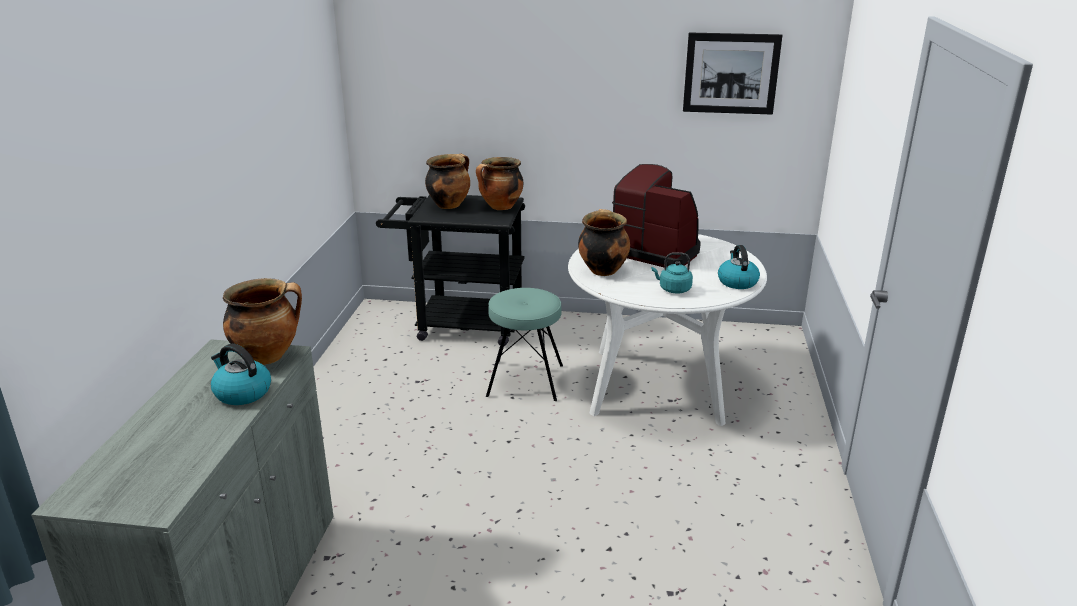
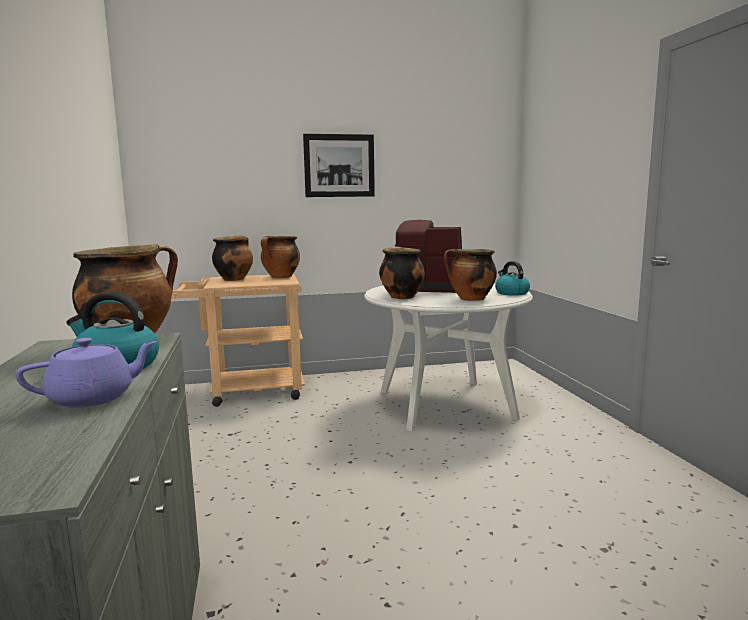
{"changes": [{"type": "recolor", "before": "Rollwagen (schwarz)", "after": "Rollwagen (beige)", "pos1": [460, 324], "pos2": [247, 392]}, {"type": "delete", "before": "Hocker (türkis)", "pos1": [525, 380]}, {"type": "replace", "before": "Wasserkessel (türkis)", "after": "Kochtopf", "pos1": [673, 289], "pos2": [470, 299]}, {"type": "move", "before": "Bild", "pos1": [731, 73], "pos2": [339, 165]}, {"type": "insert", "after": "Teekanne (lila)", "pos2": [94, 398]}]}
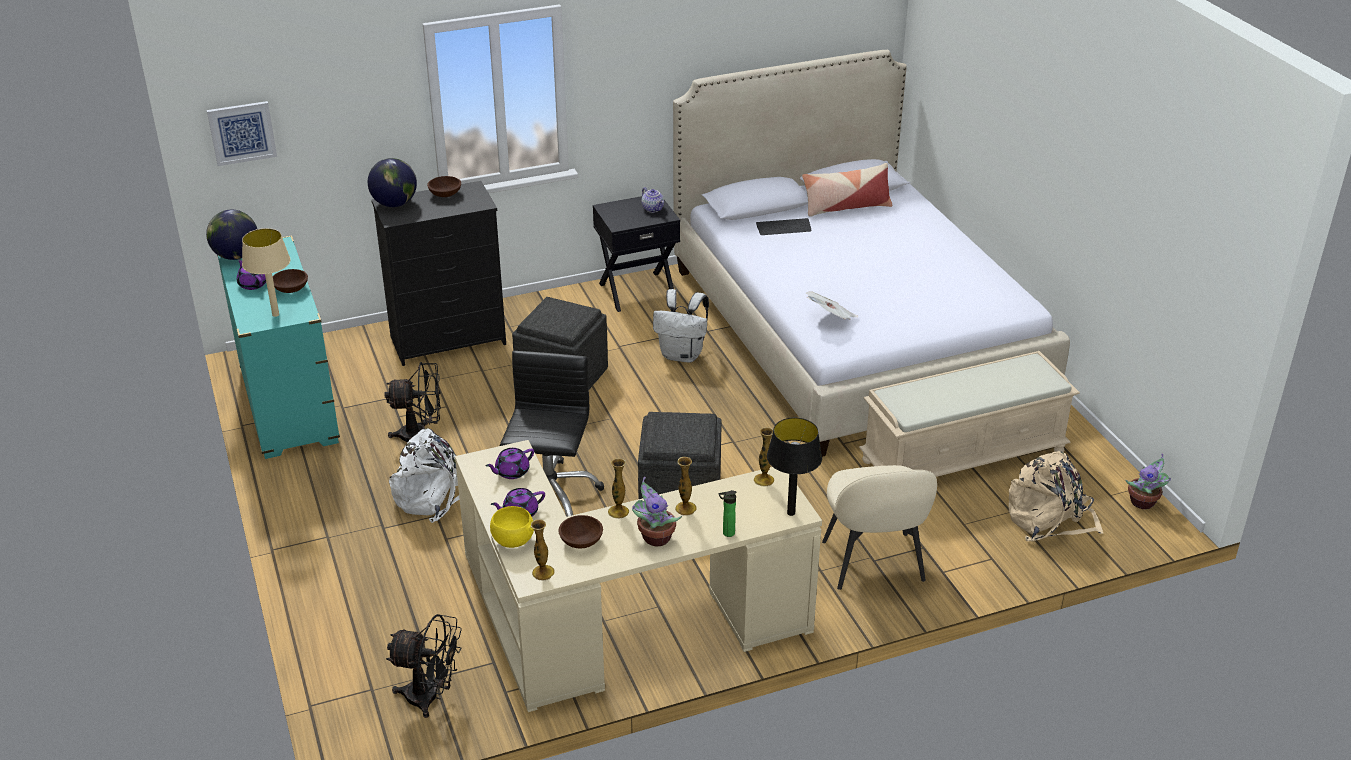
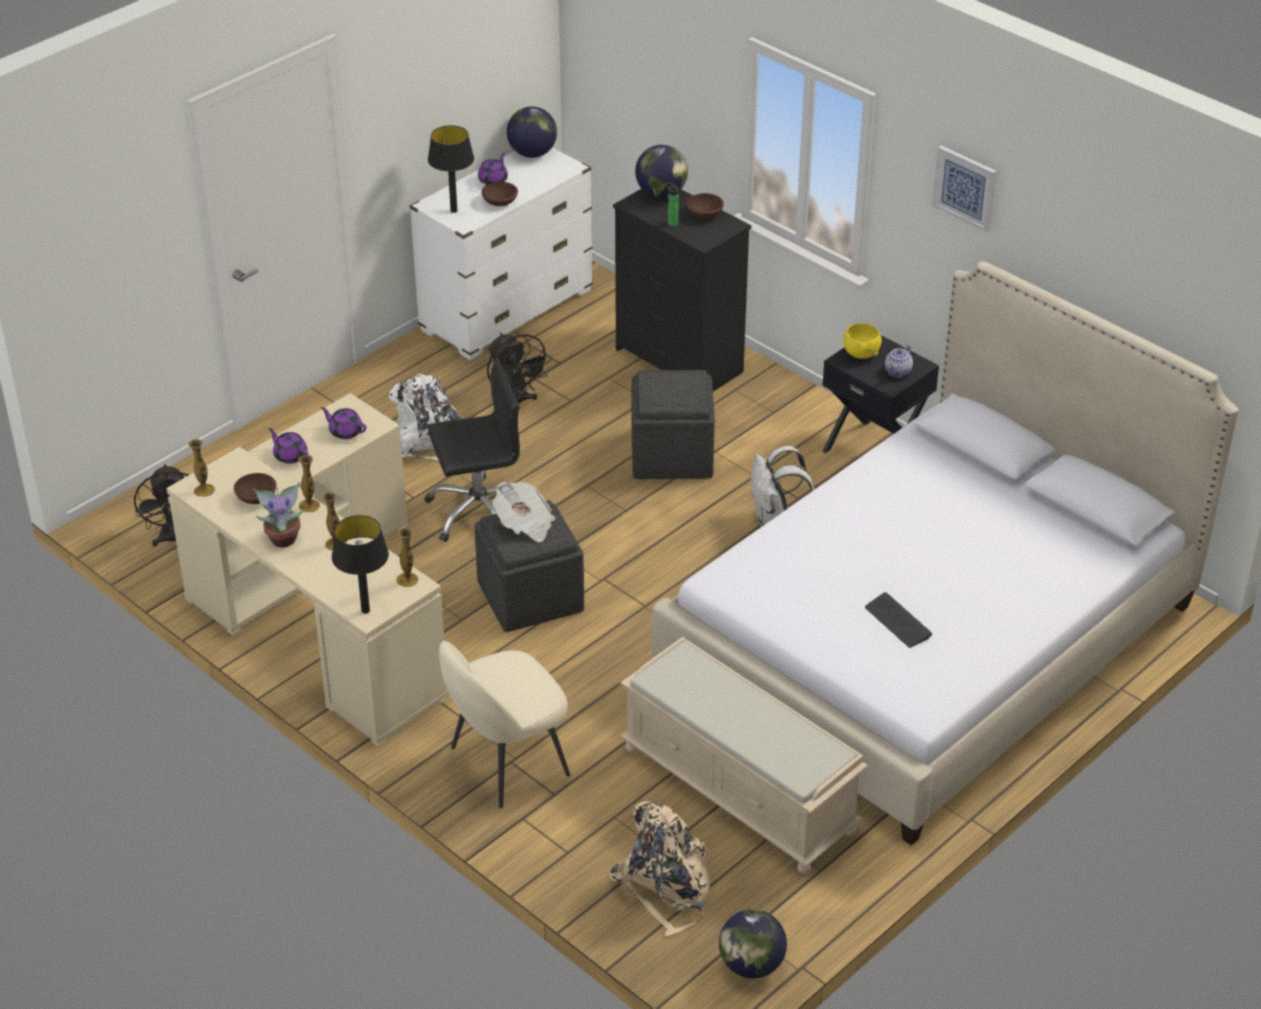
{"changes": [{"type": "move", "before": "Bild", "pos1": [242, 132], "pos2": [965, 187]}, {"type": "recolor", "before": "Kommode (türkis)", "after": "Kommode (weiß)", "pos1": [288, 405], "pos2": [506, 311]}, {"type": "recolor", "before": "Tischlampe (beige)", "after": "Tischlampe (schwarz)", "pos1": [275, 314], "pos2": [453, 210]}, {"type": "move", "before": "Schüssel (gelb)", "pos1": [512, 541], "pos2": [861, 353]}, {"type": "move", "before": "Flasche", "pos1": [726, 533], "pos2": [671, 223]}, {"type": "move", "before": "Tastatur", "pos1": [783, 228], "pos2": [897, 621]}, {"type": "delete", "before": "Kissen", "pos1": [846, 207]}, {"type": "move", "before": "Zeitung", "pos1": [831, 318], "pos2": [524, 524]}, {"type": "replace", "before": "Topfpflanze", "after": "Globus", "pos1": [1143, 503], "pos2": [751, 965]}]}
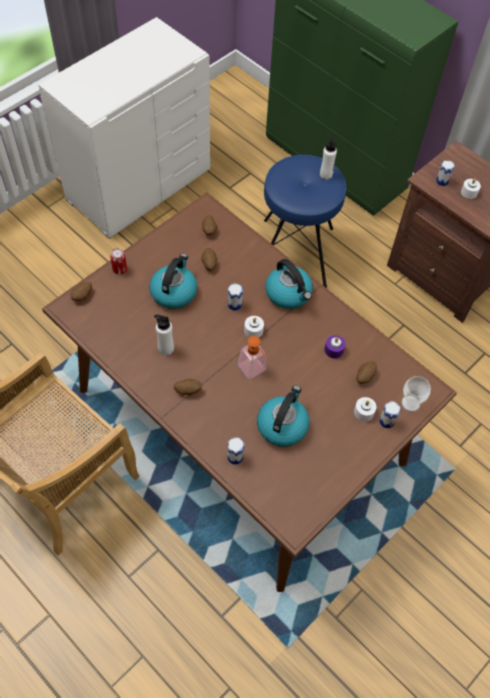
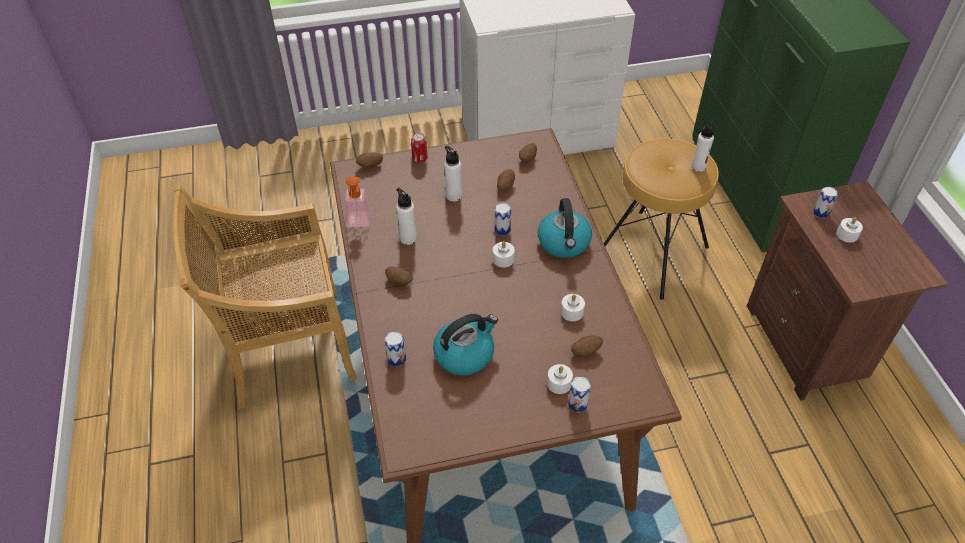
{"changes": [{"type": "replace", "before": "Wasserkessel", "after": "Flasche (weiß)", "pos1": [174, 292], "pos2": [453, 195]}, {"type": "move", "before": "Seifenspender", "pos1": [254, 371], "pos2": [358, 223]}, {"type": "recolor", "before": "Hocker (blau)", "after": "Hocker (braun)", "pos1": [295, 253], "pos2": [651, 253]}, {"type": "recolor", "before": "Kerze (lila)", "after": "Kerze (weiß)", "pos1": [334, 350], "pos2": [572, 312]}, {"type": "delete", "before": "Tasse", "pos1": [410, 403]}]}
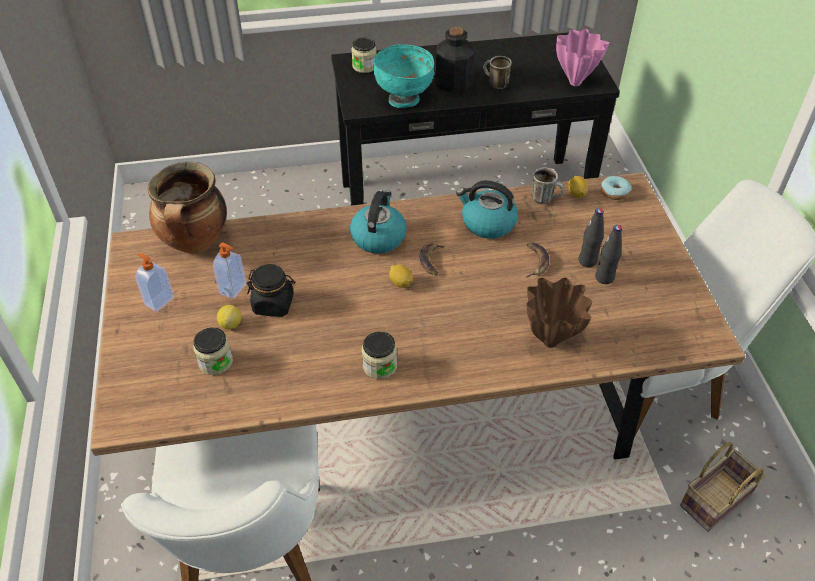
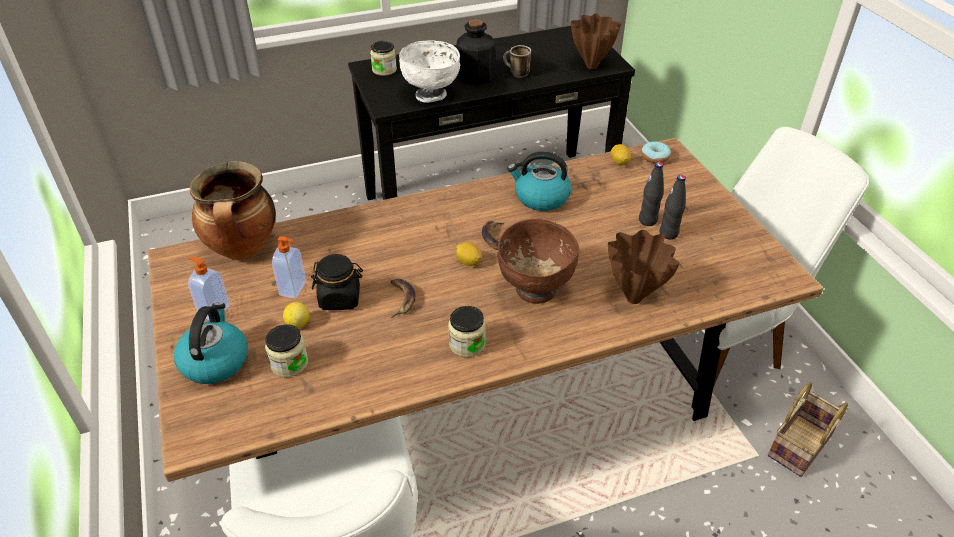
{"changes": [{"type": "move", "before": "Wasserkessel", "pos1": [378, 236], "pos2": [215, 361]}, {"type": "recolor", "before": "Schüssel (türkis)", "after": "Schüssel (weiß)", "pos1": [404, 100], "pos2": [431, 95]}, {"type": "move", "before": "Banane", "pos1": [535, 261], "pos2": [401, 299]}, {"type": "delete", "before": "Henkelbecher", "pos1": [545, 199]}, {"type": "recolor", "before": "Vase (rosa)", "after": "Vase (braun)", "pos1": [575, 82], "pos2": [591, 65]}, {"type": "insert", "after": "Schüssel (braun)", "pos2": [534, 290]}]}
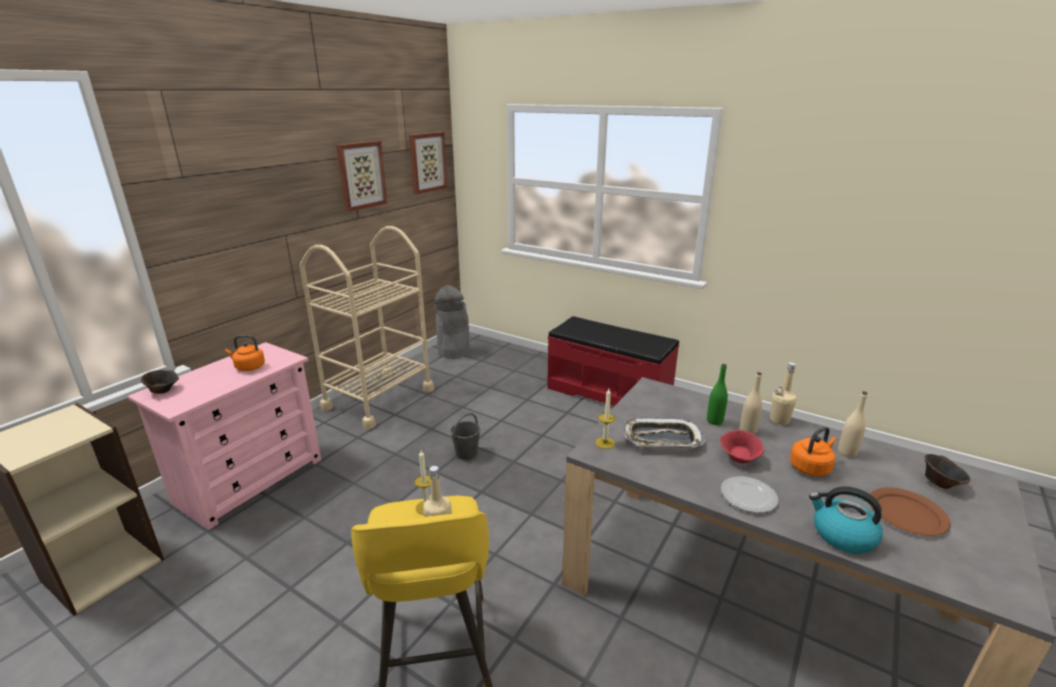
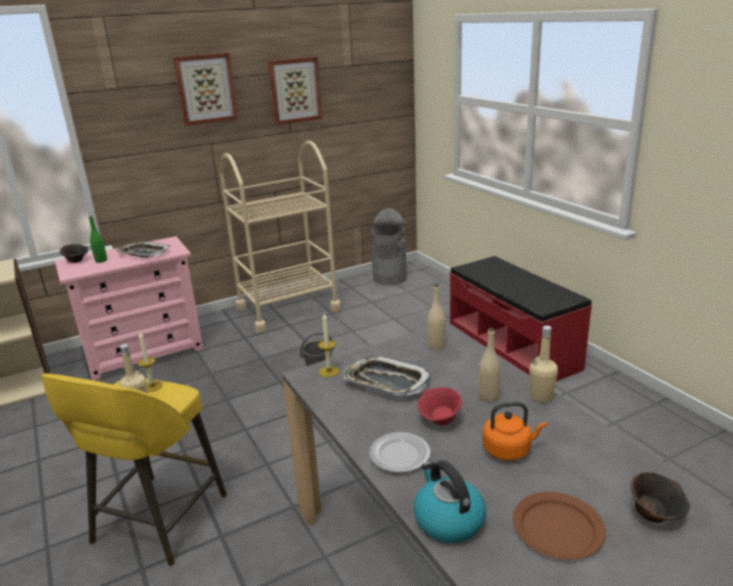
{"changes": [{"type": "replace", "before": "Wasserkessel (orange)", "after": "Tablett", "pos1": [248, 367], "pos2": [143, 253]}, {"type": "move", "before": "Bild", "pos1": [427, 162], "pos2": [205, 89]}, {"type": "move", "before": "Flasche (grün)", "pos1": [714, 421], "pos2": [101, 260]}, {"type": "move", "before": "Flasche (beige)", "pos1": [847, 453], "pos2": [436, 346]}]}
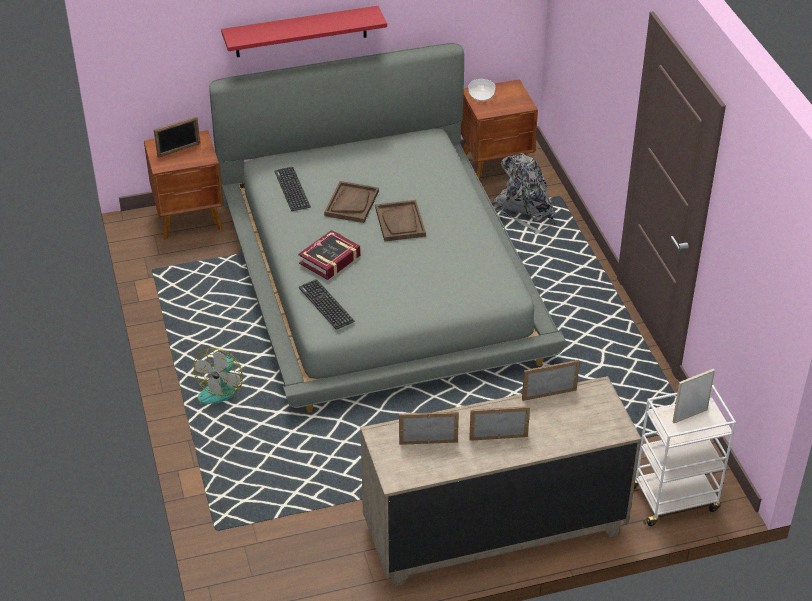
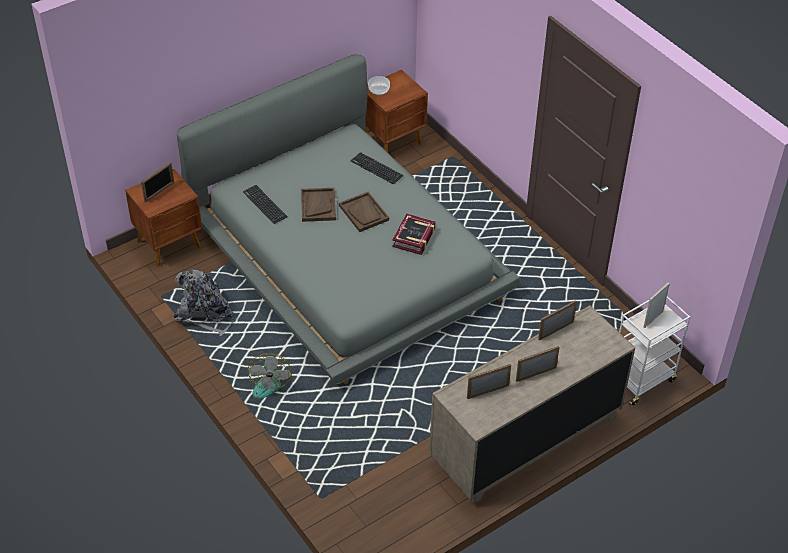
{"changes": [{"type": "delete", "before": "Wandregal (rot)", "pos1": [301, 31]}, {"type": "move", "before": "Buch", "pos1": [330, 260], "pos2": [414, 238]}, {"type": "move", "before": "Tastatur", "pos1": [326, 305], "pos2": [376, 168]}, {"type": "move", "before": "Rucksack (grau)", "pos1": [525, 210], "pos2": [205, 313]}]}
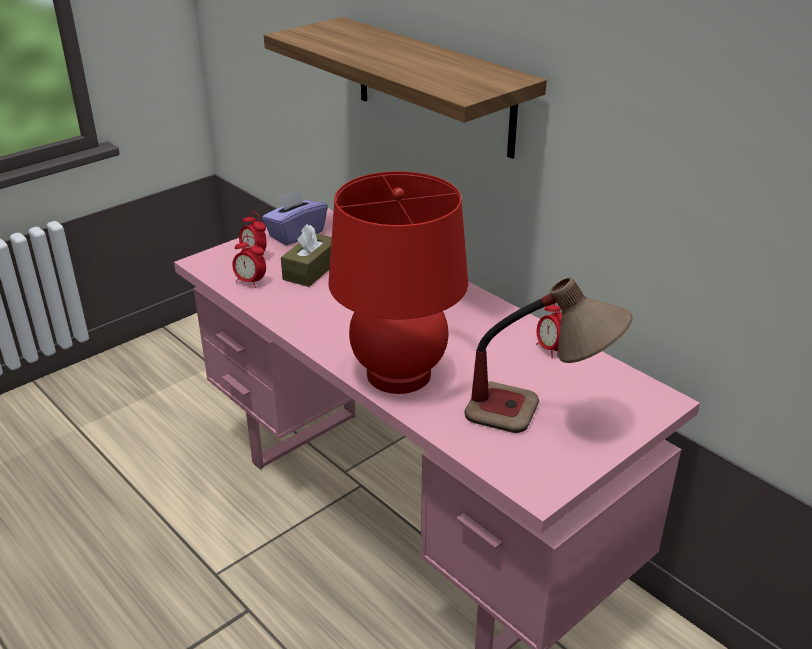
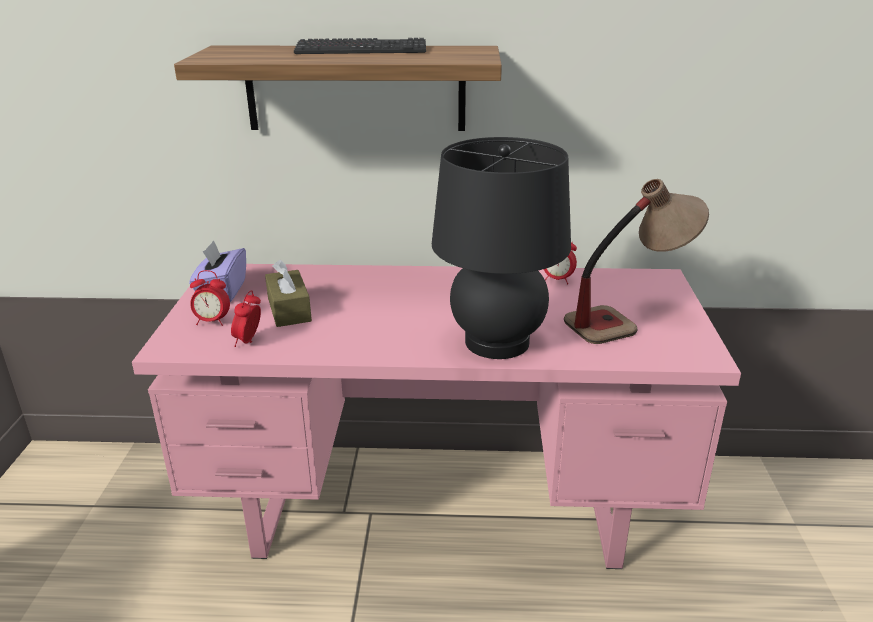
{"changes": [{"type": "rotate", "before": "Wecker", "pos1": [250, 282], "pos2": [249, 341], "turn": 120}, {"type": "recolor", "before": "Tischlampe (rot)", "after": "Tischlampe (schwarz)", "pos1": [398, 374], "pos2": [497, 342]}, {"type": "insert", "after": "Tastatur", "pos2": [361, 50]}]}
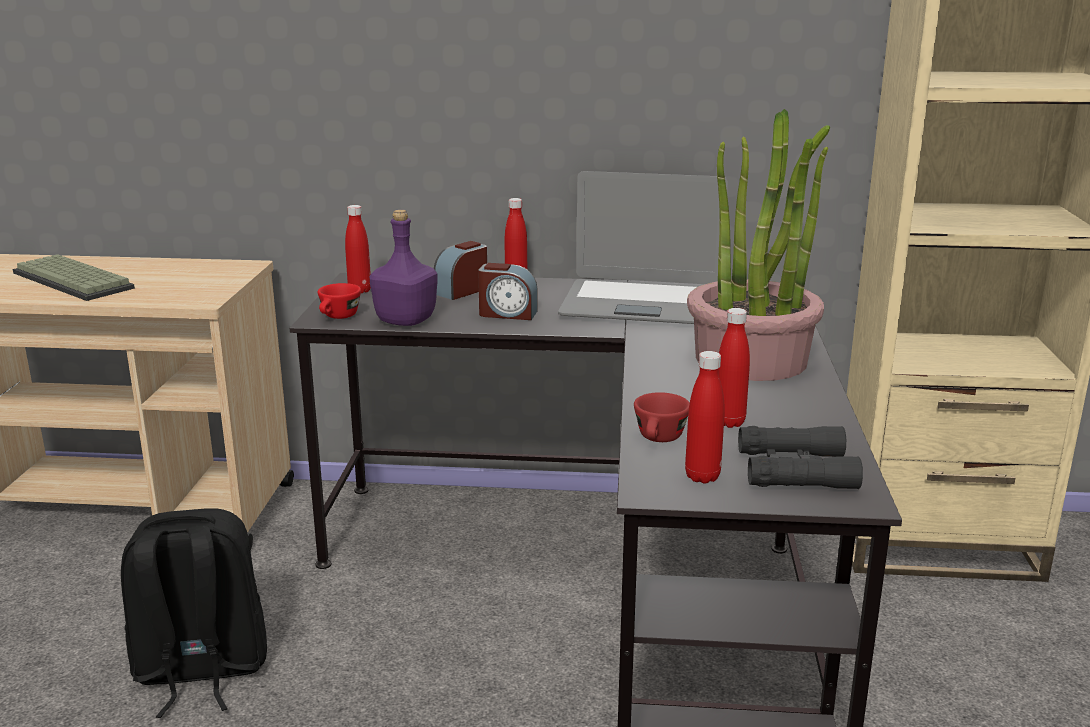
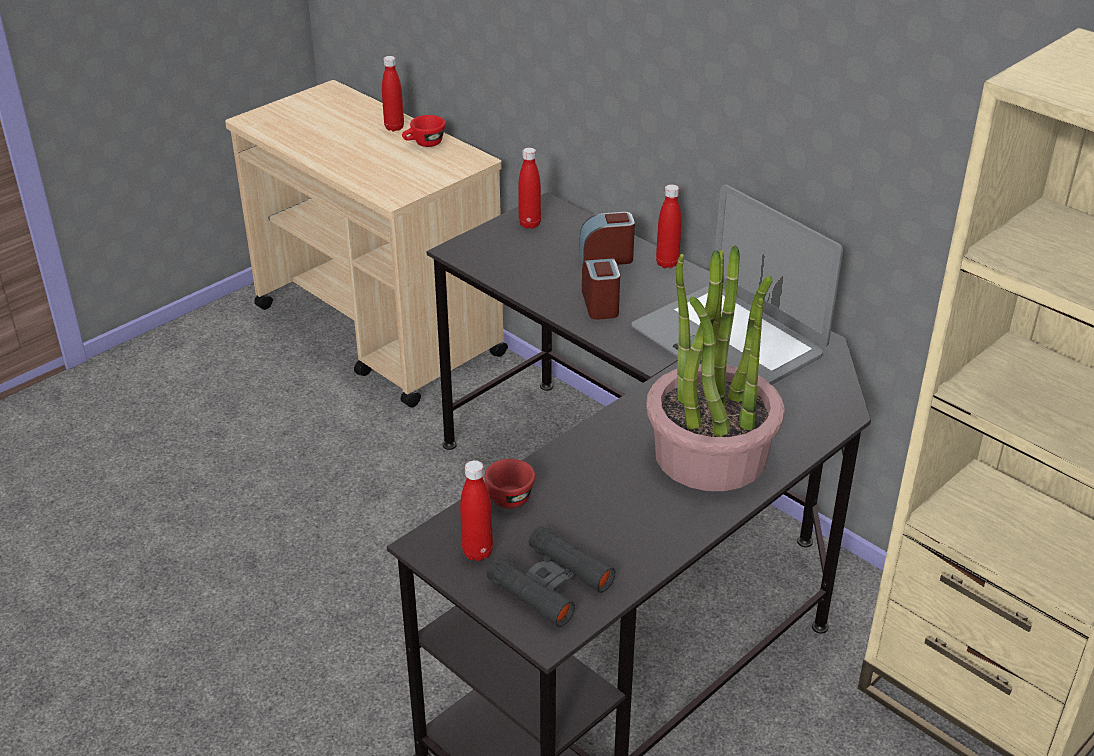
{"changes": [{"type": "delete", "before": "Tastatur", "pos1": [76, 280]}, {"type": "delete", "before": "Rucksack (schwarz)", "pos1": [200, 671]}, {"type": "move", "before": "Tasse (rot)", "pos1": [338, 317], "pos2": [424, 144]}, {"type": "delete", "before": "Flasche (lila)", "pos1": [404, 321]}, {"type": "rotate", "before": "Wecker", "pos1": [507, 314], "pos2": [601, 304], "turn": -150}, {"type": "move", "before": "Flasche (rot)", "pos1": [729, 422], "pos2": [394, 127]}]}
